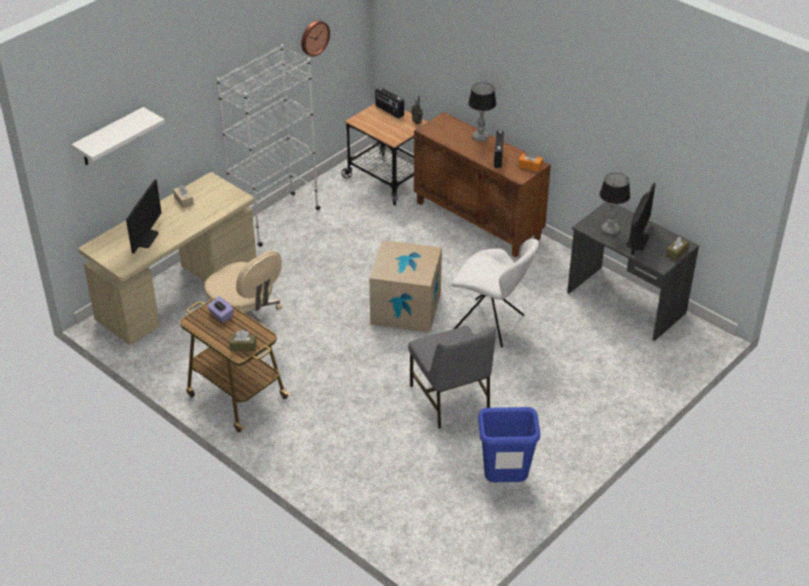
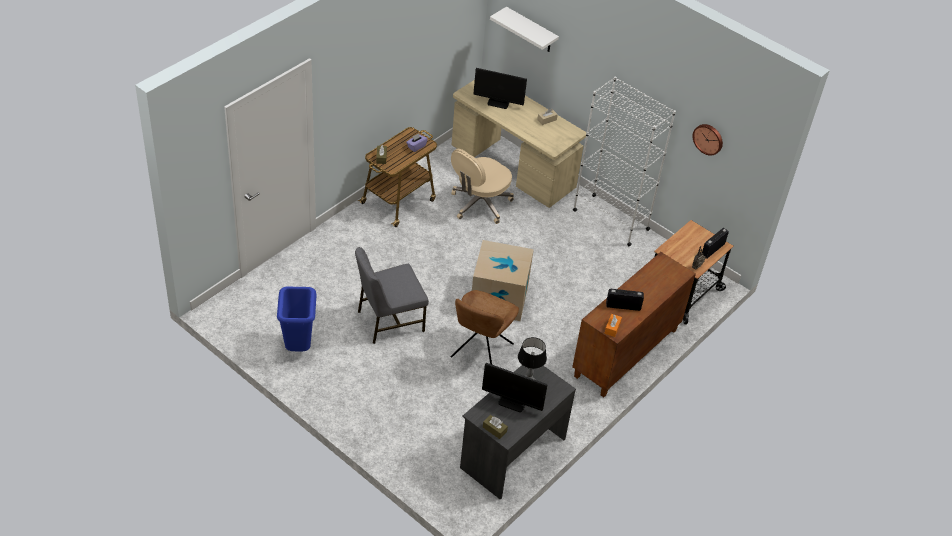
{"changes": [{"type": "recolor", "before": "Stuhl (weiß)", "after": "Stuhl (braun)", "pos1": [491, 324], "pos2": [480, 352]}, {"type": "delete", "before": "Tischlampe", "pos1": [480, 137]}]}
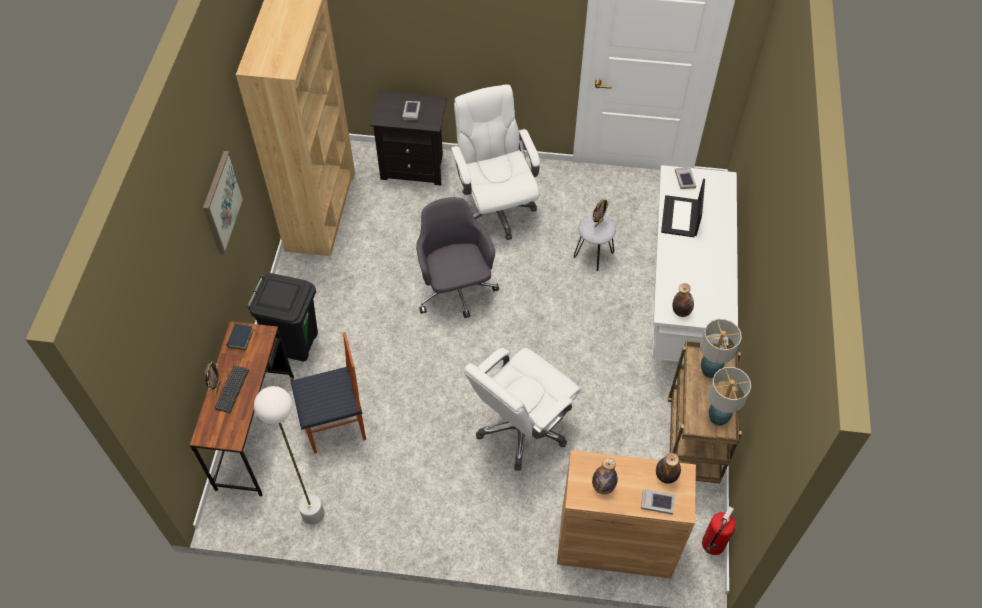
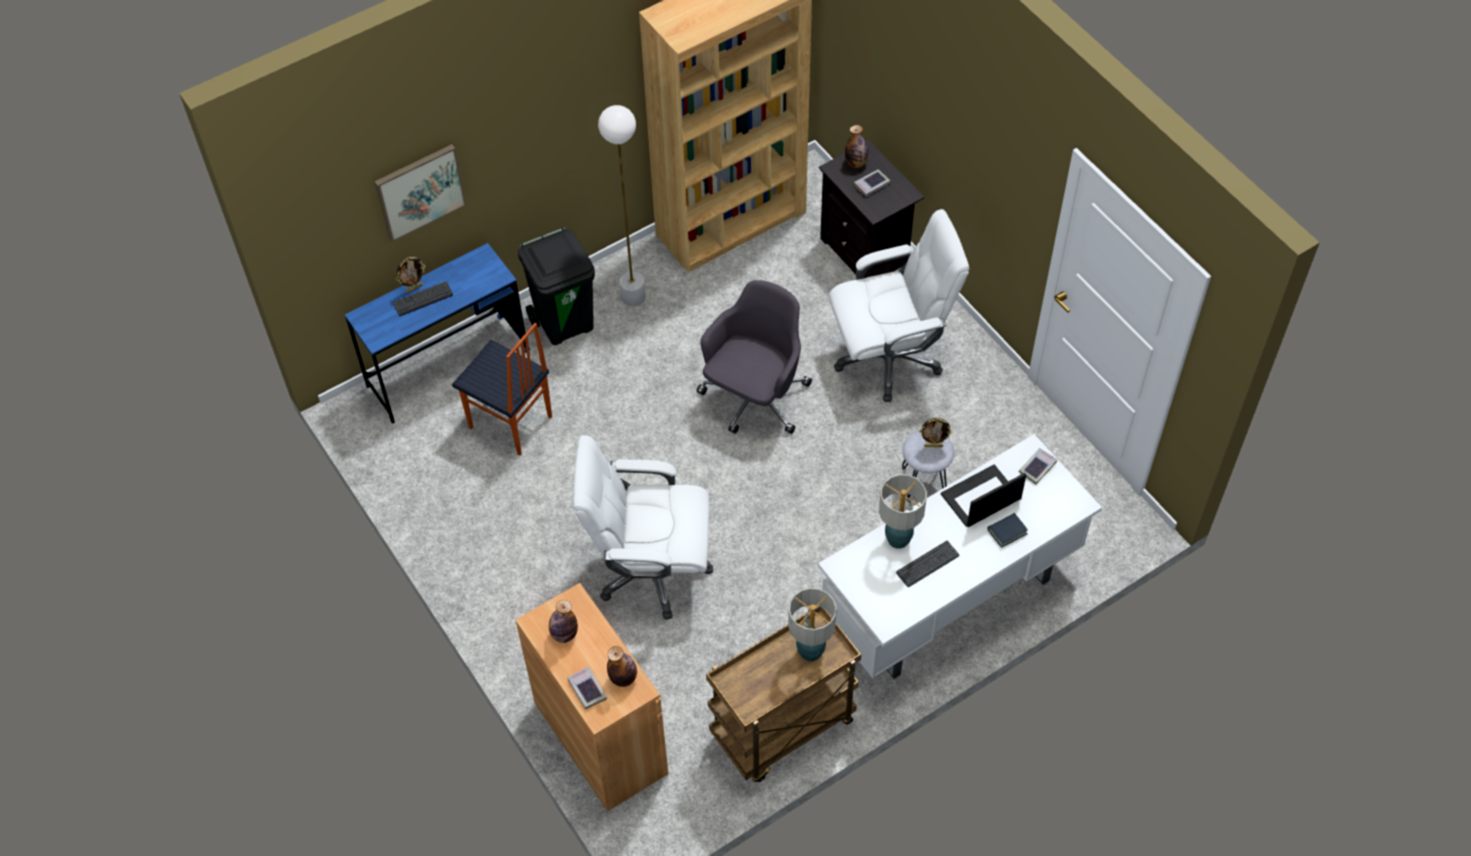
{"changes": [{"type": "recolor", "before": "Schreibtisch (braun)", "after": "Schreibtisch (blau)", "pos1": [255, 432], "pos2": [448, 368]}, {"type": "move", "before": "Bild", "pos1": [221, 202], "pos2": [420, 191]}, {"type": "move", "before": "Buch", "pos1": [240, 338], "pos2": [1007, 532]}, {"type": "move", "before": "Stehlampe (weiß)", "pos1": [313, 514], "pos2": [633, 297]}, {"type": "rotate", "before": "Bürostuhl (weiß)", "pos1": [495, 209], "pos2": [889, 357], "turn": 45}, {"type": "move", "before": "Flasche", "pos1": [681, 311], "pos2": [856, 163]}, {"type": "delete", "before": "Feuerlöscher", "pos1": [713, 545]}, {"type": "move", "before": "Tischlampe", "pos1": [718, 417], "pos2": [898, 539]}, {"type": "insert", "after": "Tastatur", "pos2": [927, 564]}]}
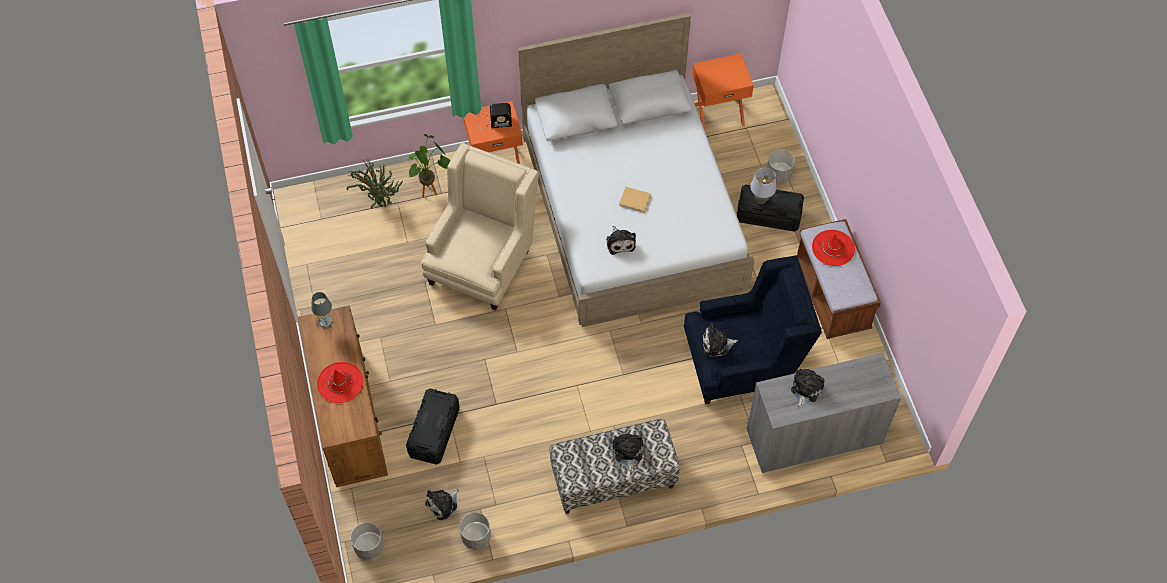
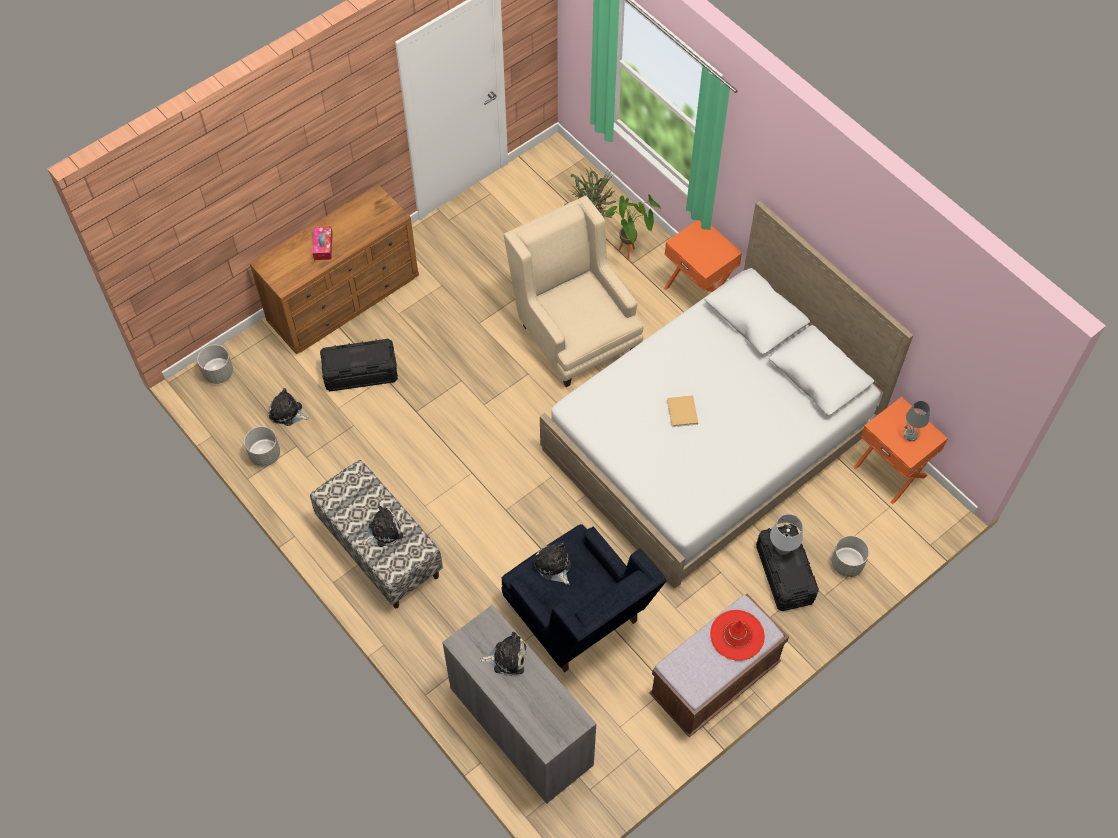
{"changes": [{"type": "move", "before": "Tischlampe (grau)", "pos1": [325, 322], "pos2": [910, 435]}, {"type": "replace", "before": "Hut (rot)", "after": "Taschentuchbox", "pos1": [340, 383], "pos2": [323, 246]}, {"type": "rotate", "before": "Sessel (beige)", "pos1": [483, 260], "pos2": [574, 331], "turn": -120}, {"type": "delete", "before": "Radio", "pos1": [493, 121]}, {"type": "delete", "before": "Plüschtier", "pos1": [620, 242]}]}
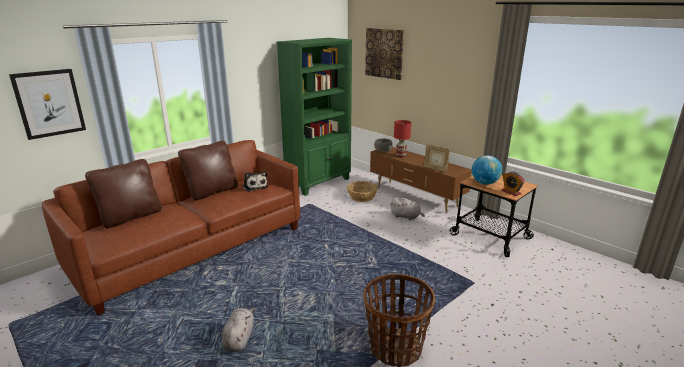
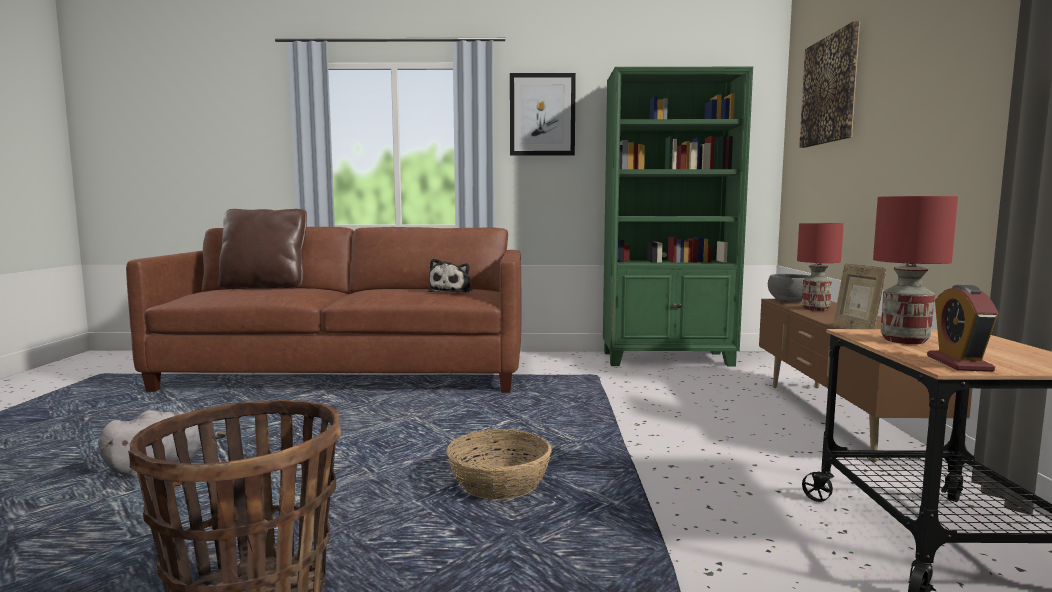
{"changes": [{"type": "move", "before": "Bild", "pos1": [49, 103], "pos2": [542, 115]}, {"type": "delete", "before": "Kissen (braun)", "pos1": [212, 192]}, {"type": "move", "before": "Korb", "pos1": [362, 197], "pos2": [500, 483]}, {"type": "delete", "before": "Plüschtier (grau)", "pos1": [406, 217]}, {"type": "replace", "before": "Globus", "after": "Tischlampe (rot)", "pos1": [484, 183], "pos2": [905, 340]}]}
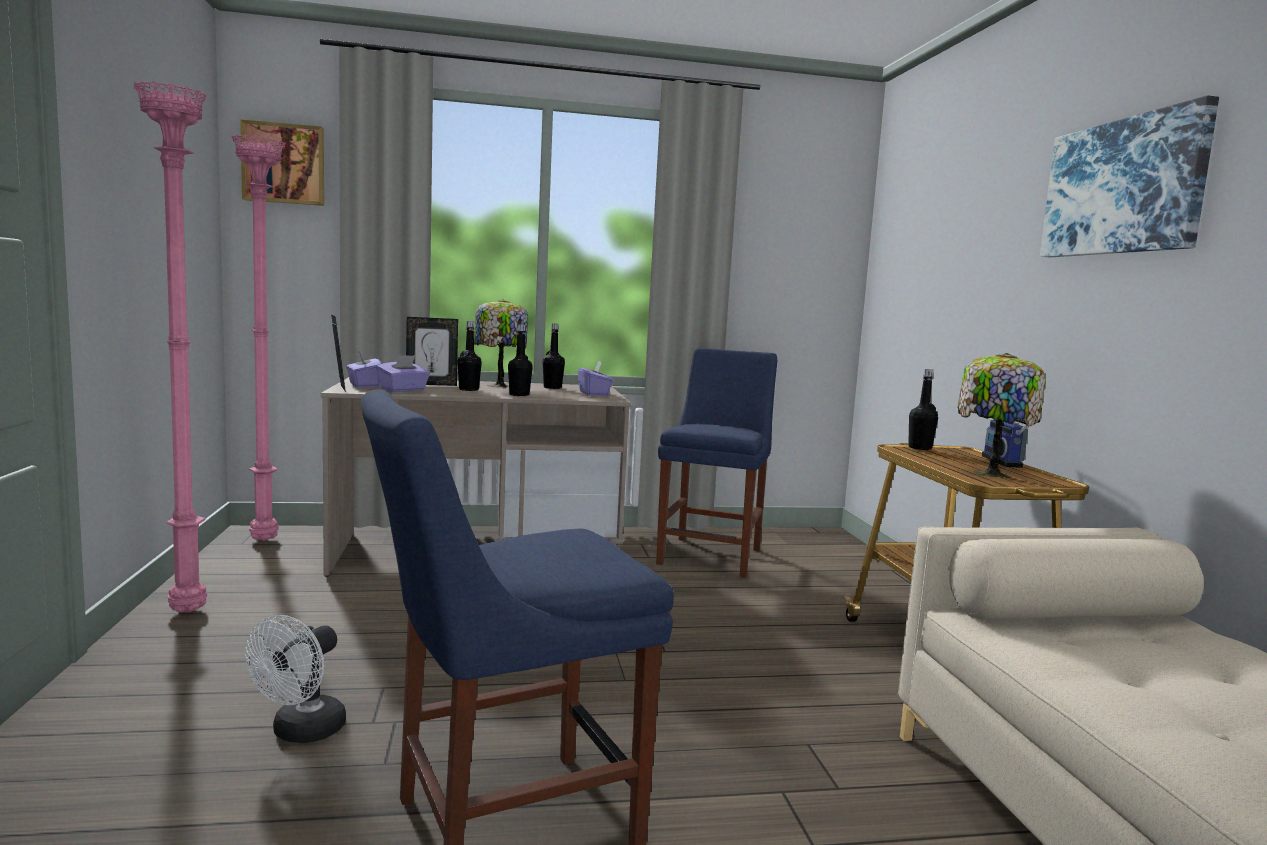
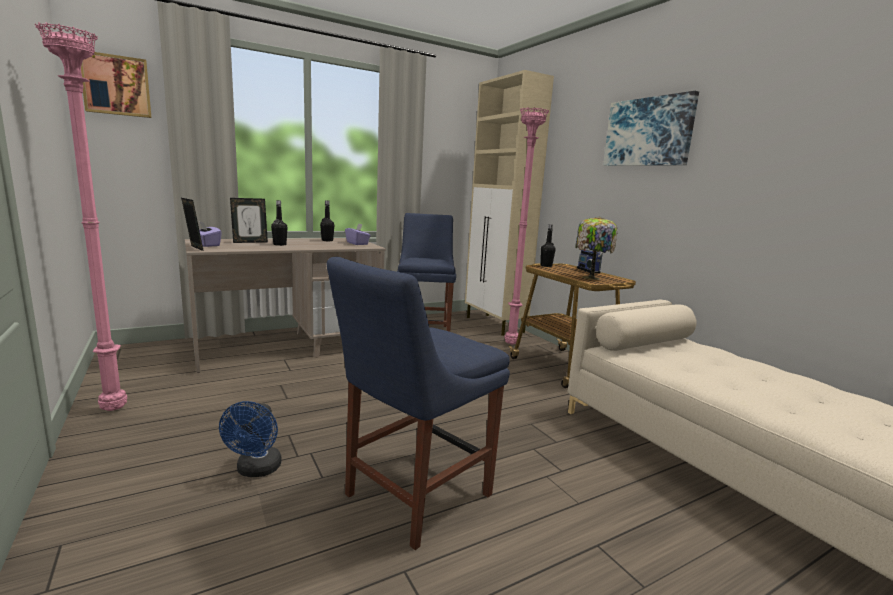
{"changes": [{"type": "move", "before": "Stehlampe (rosa)", "pos1": [266, 540], "pos2": [512, 344]}, {"type": "recolor", "before": "Ventilator (weiß)", "after": "Ventilator (blau)", "pos1": [301, 733], "pos2": [256, 470]}, {"type": "delete", "before": "Taschentuchbox (lila)", "pos1": [403, 390]}, {"type": "delete", "before": "Tischlampe", "pos1": [499, 386]}, {"type": "delete", "before": "Flasche (schwarz)", "pos1": [519, 395]}, {"type": "insert", "after": "Schrank (beige)", "pos2": [495, 325]}]}
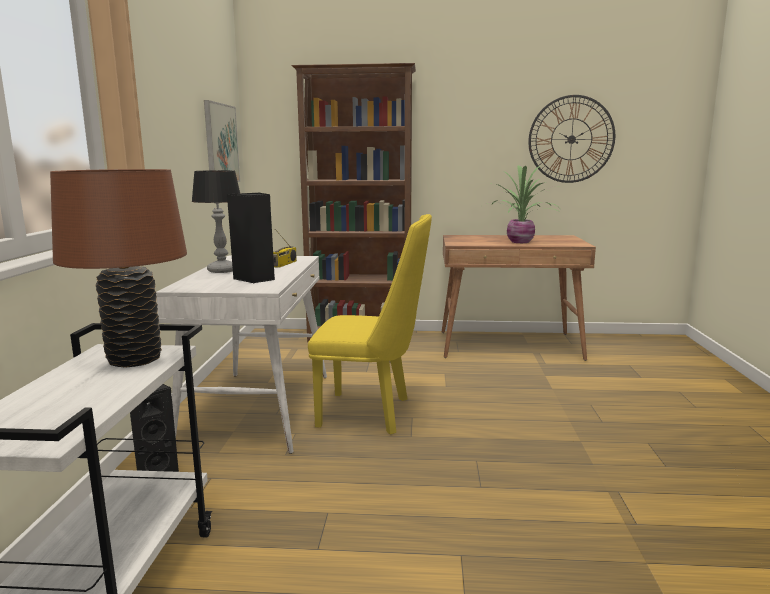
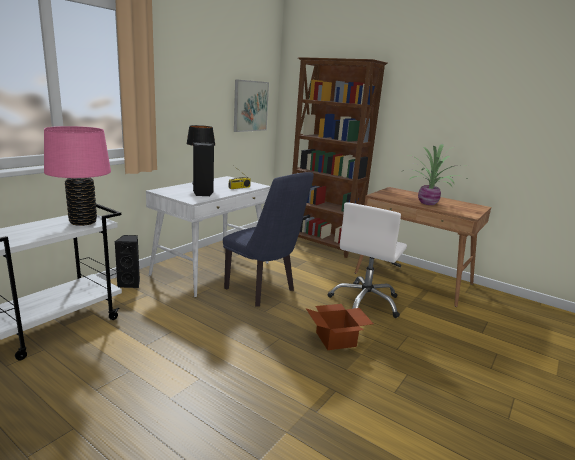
{"changes": [{"type": "recolor", "before": "Tischlampe (braun)", "after": "Tischlampe (rosa)", "pos1": [134, 359], "pos2": [83, 222]}, {"type": "recolor", "before": "Stuhl (gelb)", "after": "Stuhl (blau)", "pos1": [373, 413], "pos2": [263, 291]}, {"type": "delete", "before": "Wanduhr", "pos1": [571, 139]}, {"type": "insert", "after": "Karton", "pos2": [337, 339]}, {"type": "insert", "after": "Bürostuhl (weiß)", "pos2": [365, 302]}]}
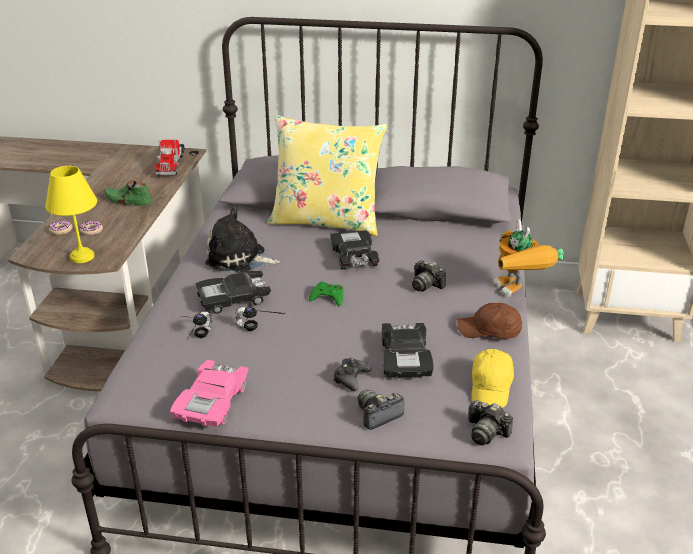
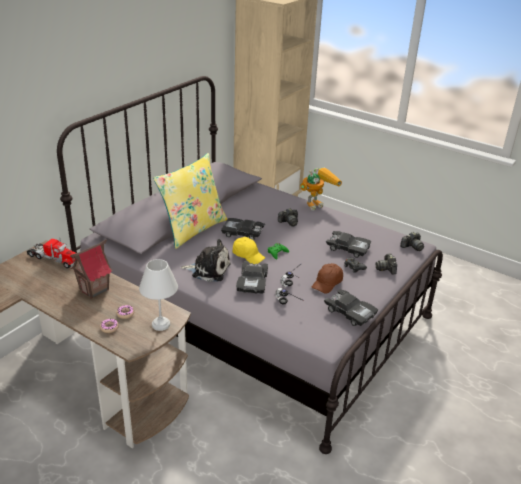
{"changes": [{"type": "recolor", "before": "Tischlampe (gelb)", "after": "Tischlampe (weiß)", "pos1": [81, 256], "pos2": [160, 324]}, {"type": "replace", "before": "Schuh (grün)", "after": "Spielzeughaus", "pos1": [128, 201], "pos2": [94, 289]}, {"type": "recolor", "before": "Spielzeugauto (rosa)", "after": "Spielzeugauto (schwarz)", "pos1": [212, 402], "pos2": [350, 312]}, {"type": "rotate", "before": "Plüschtier", "pos1": [239, 259], "pos2": [208, 269], "turn": -120}, {"type": "move", "before": "Kappe (braun)", "pos1": [489, 331], "pos2": [327, 283]}, {"type": "move", "before": "Kappe (gelb)", "pos1": [491, 387], "pos2": [248, 255]}, {"type": "rotate", "before": "Spielzeugroboter", "pos1": [518, 294], "pos2": [317, 203], "turn": -45}]}
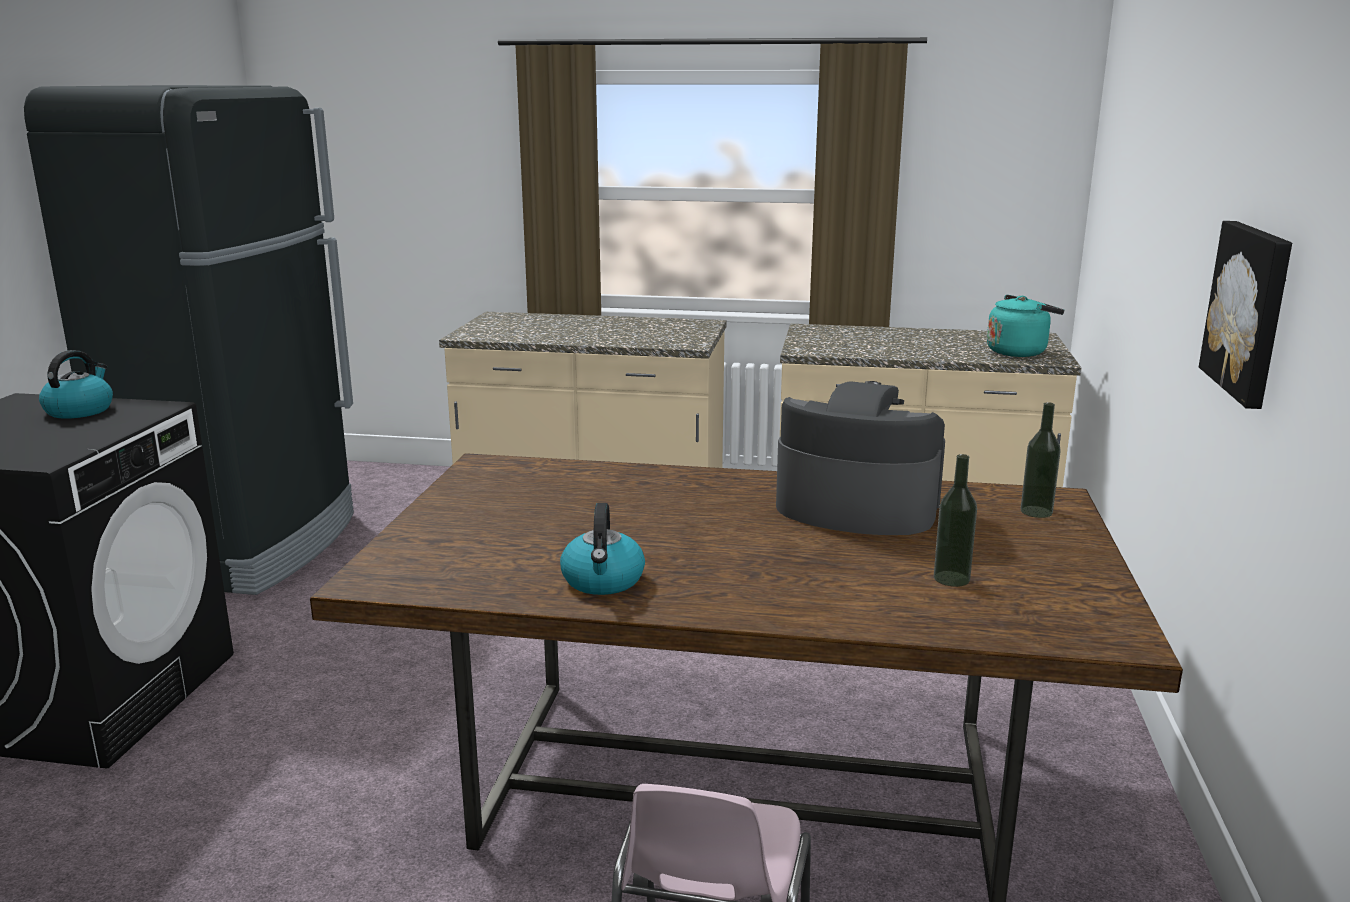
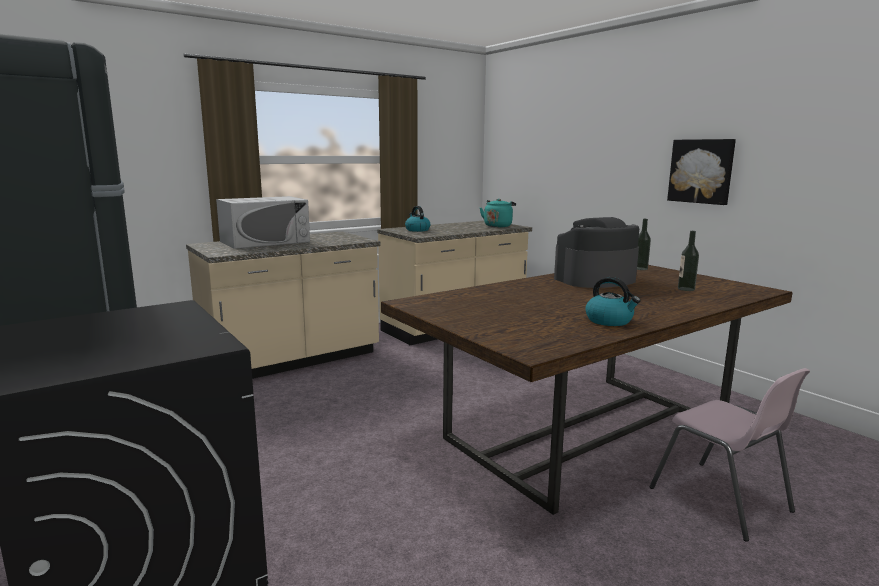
{"changes": [{"type": "move", "before": "Wasserkessel", "pos1": [80, 410], "pos2": [417, 230]}, {"type": "insert", "after": "Mikrowelle (weiß)", "pos2": [265, 242]}]}
